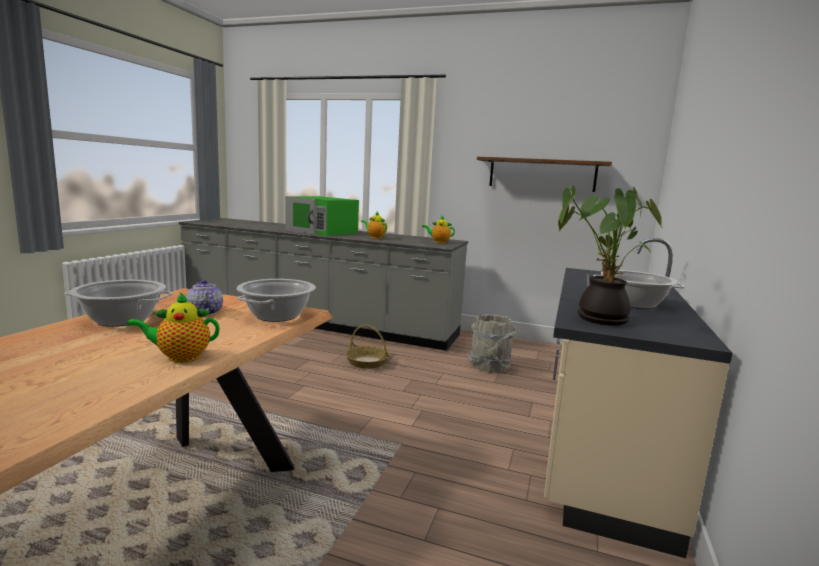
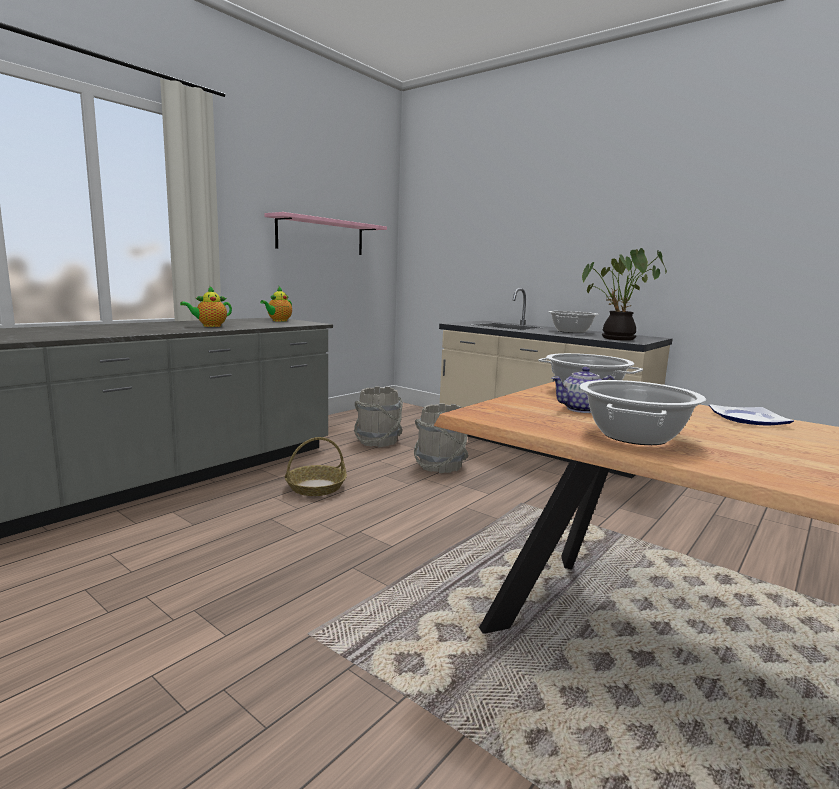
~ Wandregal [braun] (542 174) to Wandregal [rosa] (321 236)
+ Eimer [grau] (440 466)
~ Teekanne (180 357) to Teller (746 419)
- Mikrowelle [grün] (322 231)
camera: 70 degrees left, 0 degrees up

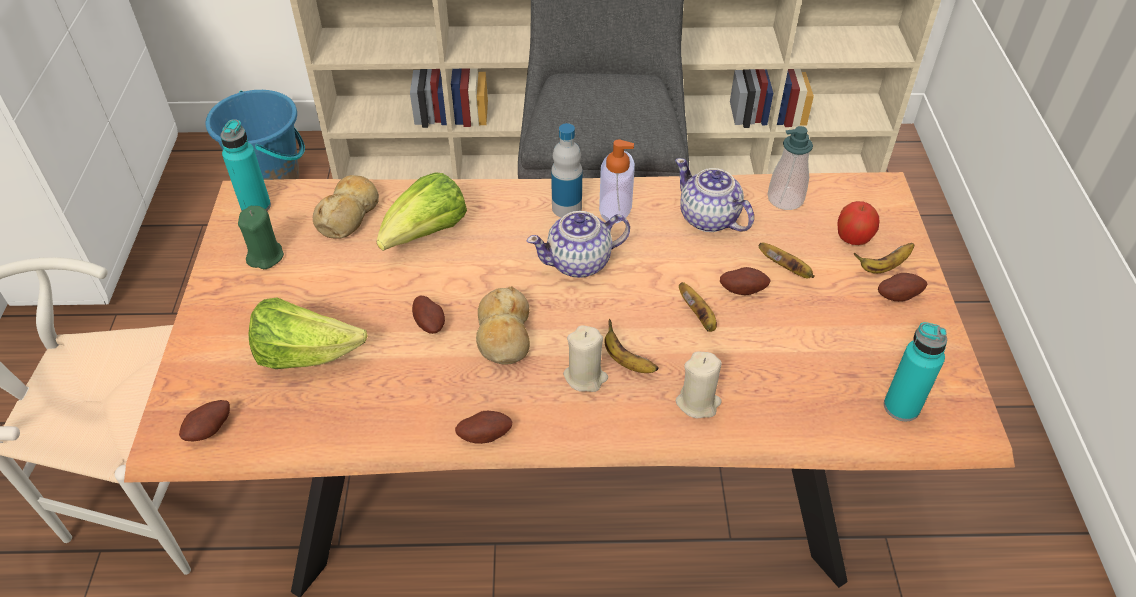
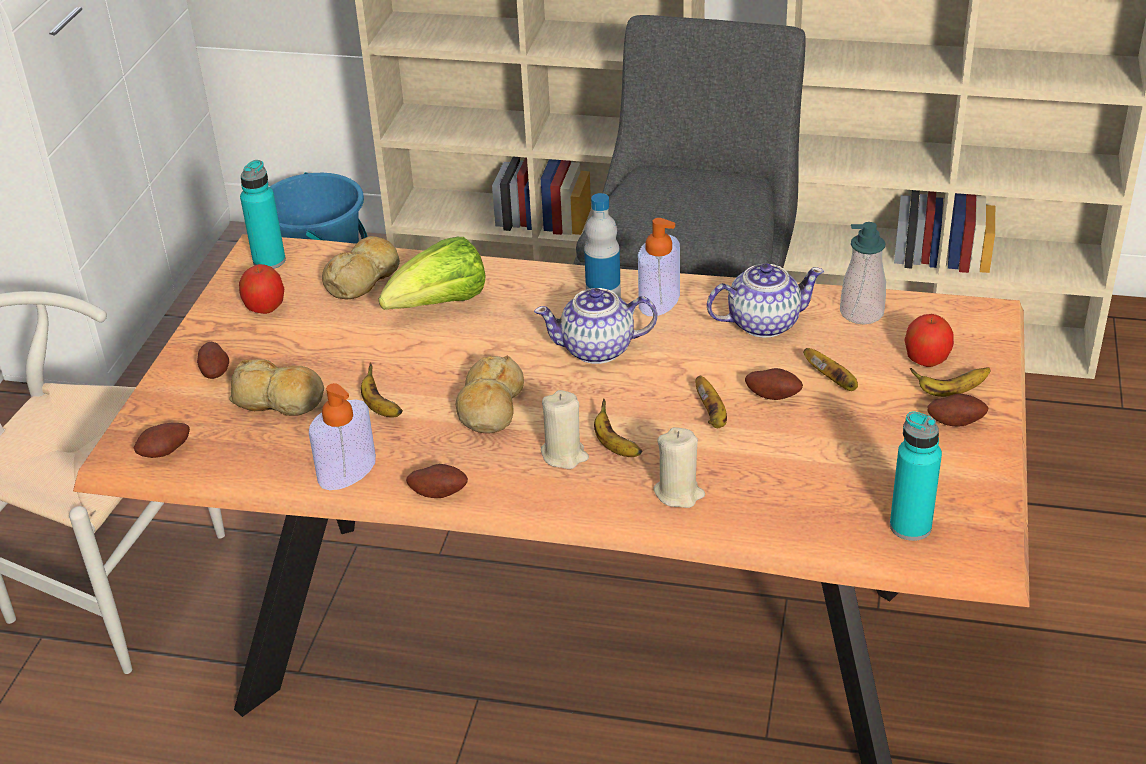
~ Kartoffel (430 323) to (216 372)
~ Salatkopf (306 355) to Brot (279 400)
~ Kerze [grün] (265 256) to Apfel (265 308)
+ Seifenspender (347 471)
+ Banane (380 408)
~ Teekanne (709 219) = (762 323) 105 degrees clockwise
camera: 15 degrees right, 10 degrees down

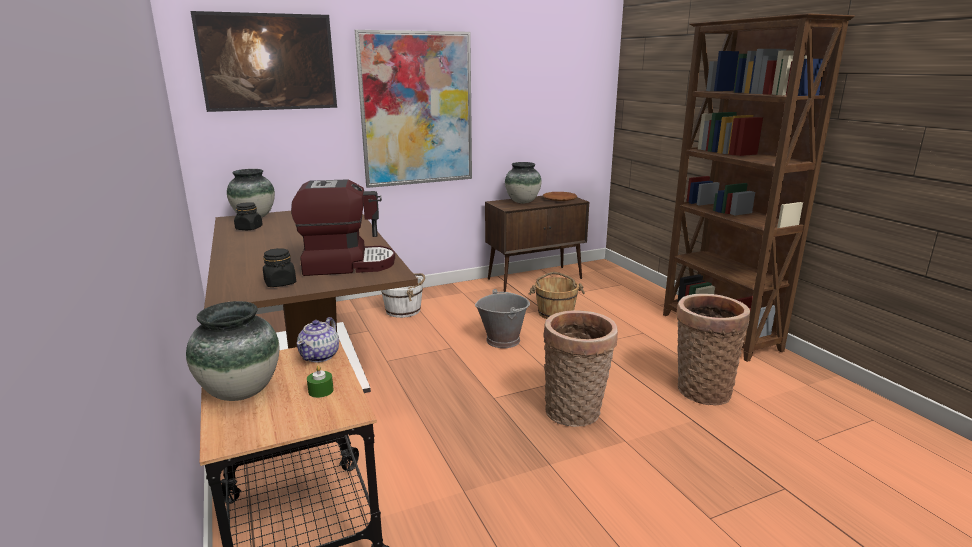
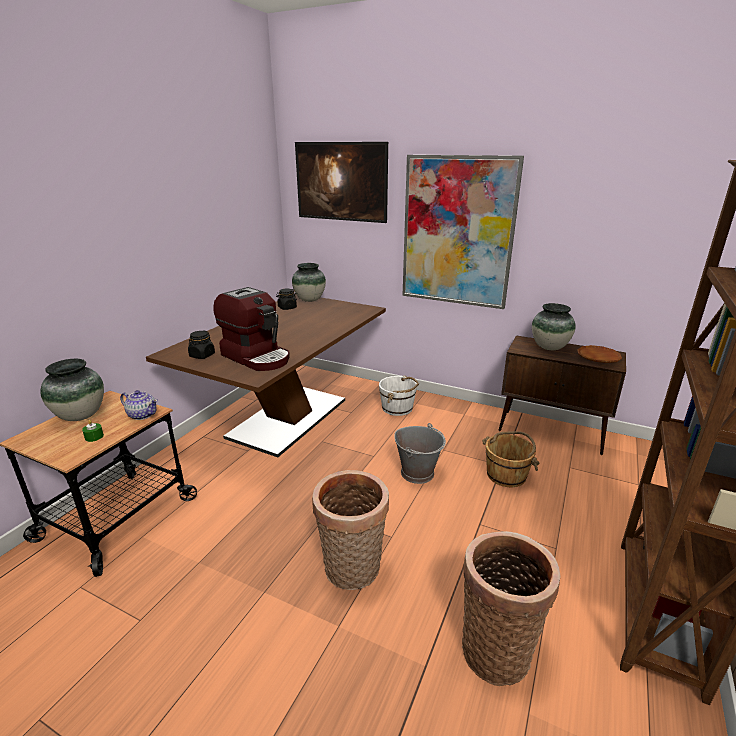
~ Teekanne (320 356) = (142 415) 135 degrees counterclockwise
camera: 50 degrees right, 5 degrees up

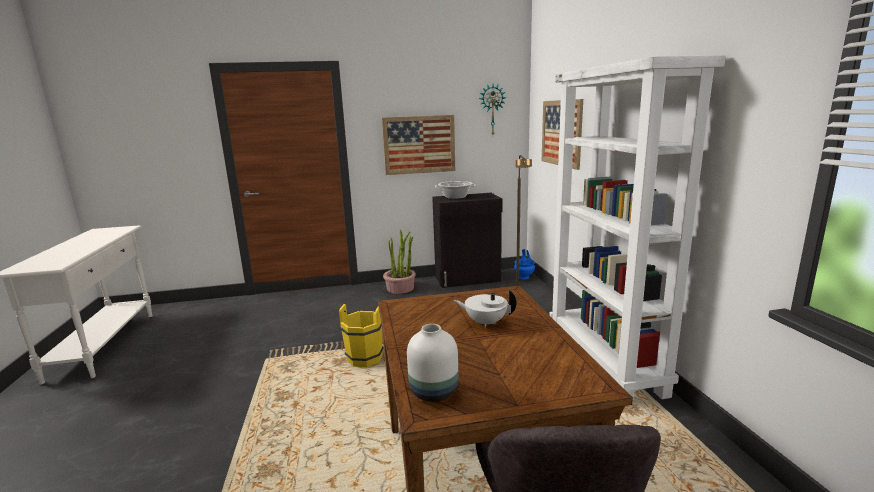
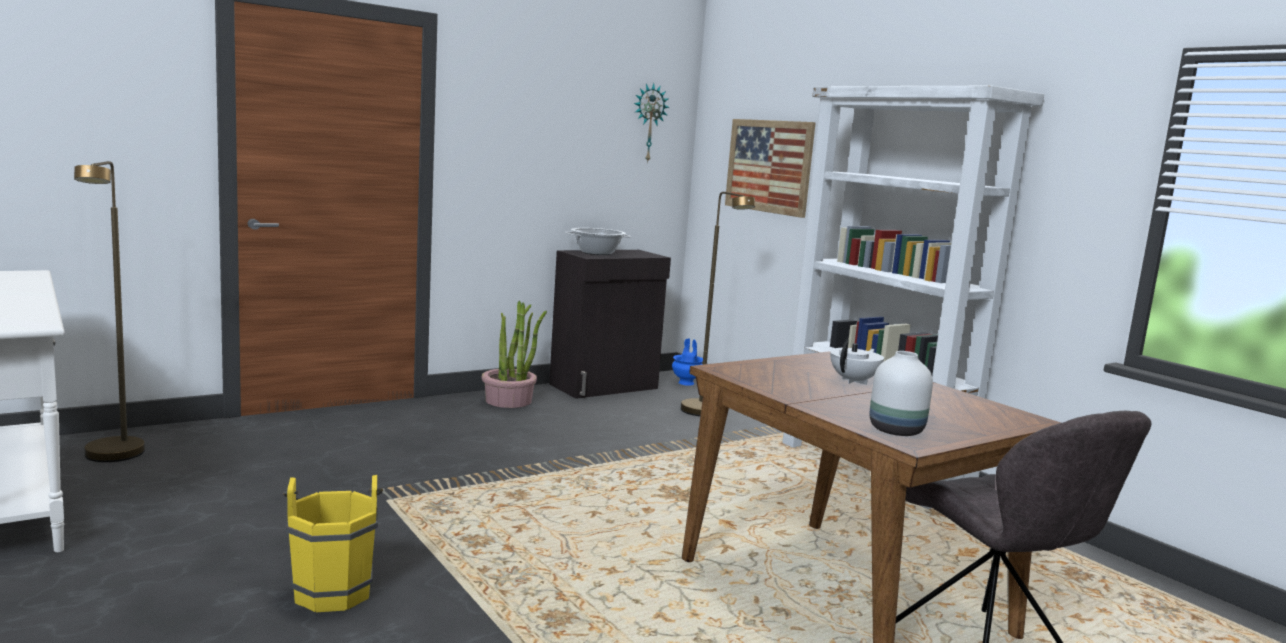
+ Stehlampe [braun] (113 458)
~ Eimer [gelb] (366 357) to (333 590)
~ Teekanne [weiß] (485 322) = (854 381) 135 degrees clockwise
- Bild (419 144)
camera: 25 degrees left, 5 degrees down

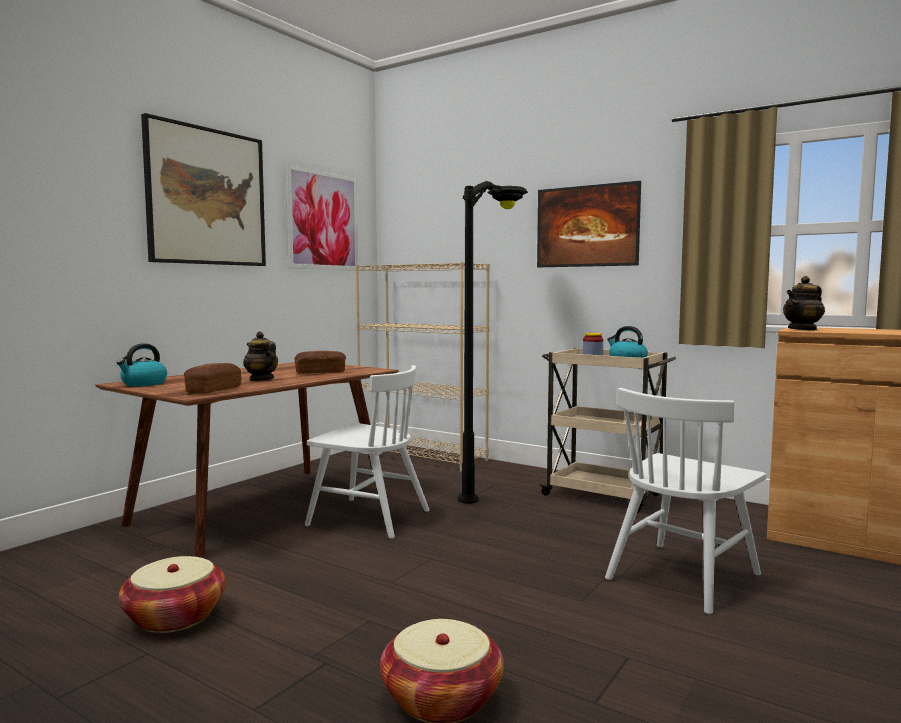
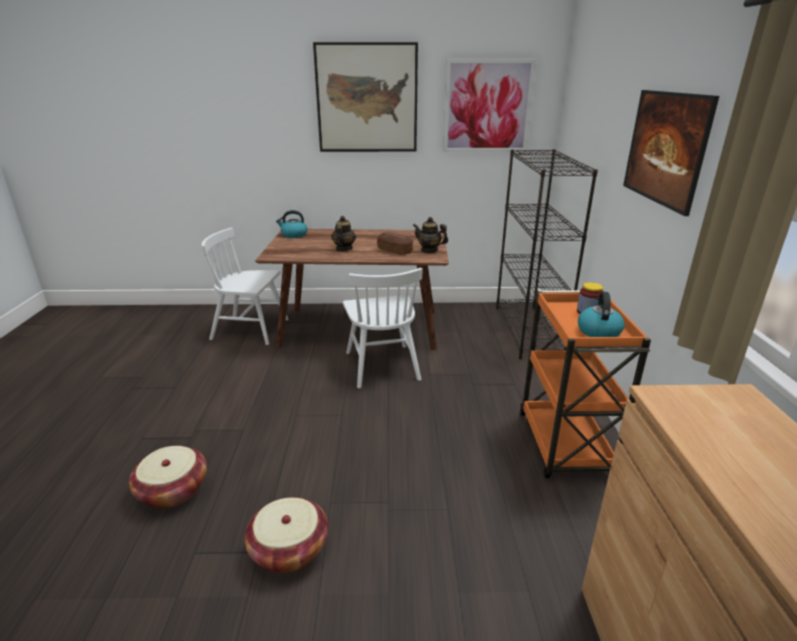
~ Stuhl [weiß] (682 576) to (251 329)
~ Korb (174 617) to (289 549)
~ Teekanne (803 329) to (429 250)
~ Bücherregal [beige] (423 456) to Bücherregal [schwarz] (528 331)
~ Rollwagen [beige] (604 496) to Rollwagen [orange] (564 445)
- Brot (214 390)
- Stehlampe [schwarz] (495 483)
camera: 55 degrees right, 20 degrees up

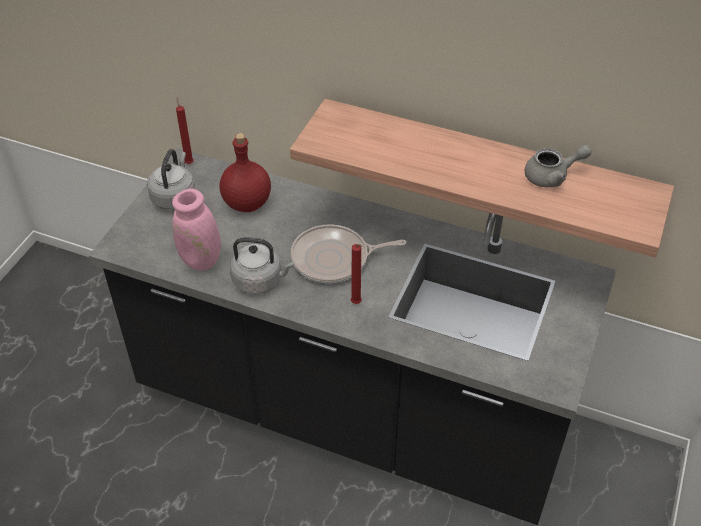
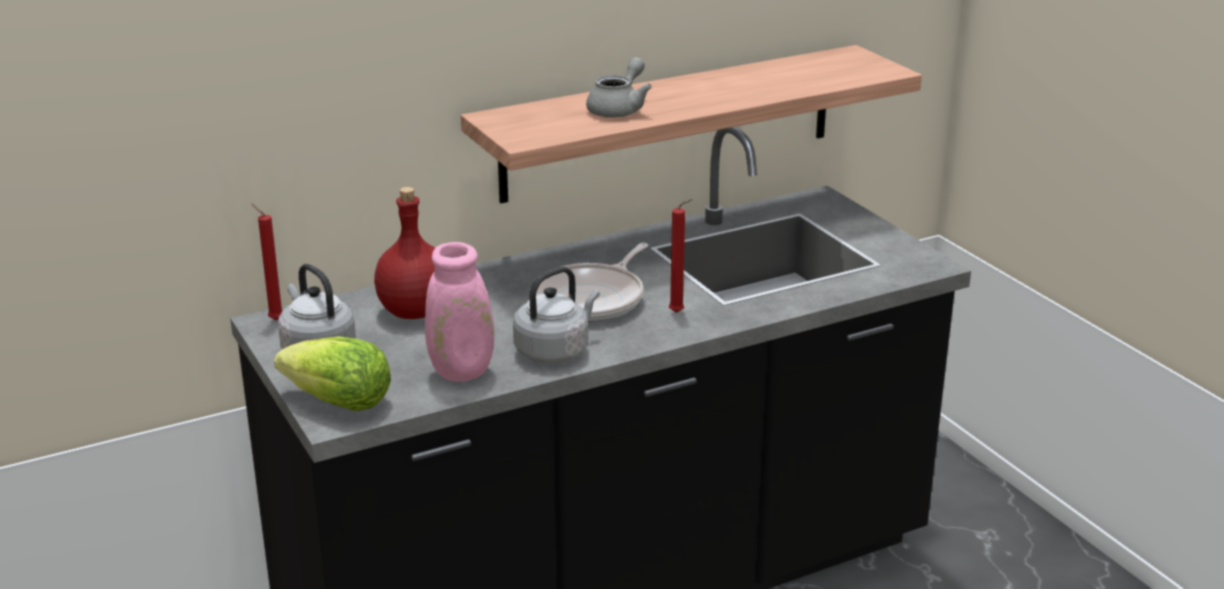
+ Salatkopf (339 403)
~ Teekanne [grau] (552 176) to (619 109)
camera: 50 degrees left, 20 degrees down

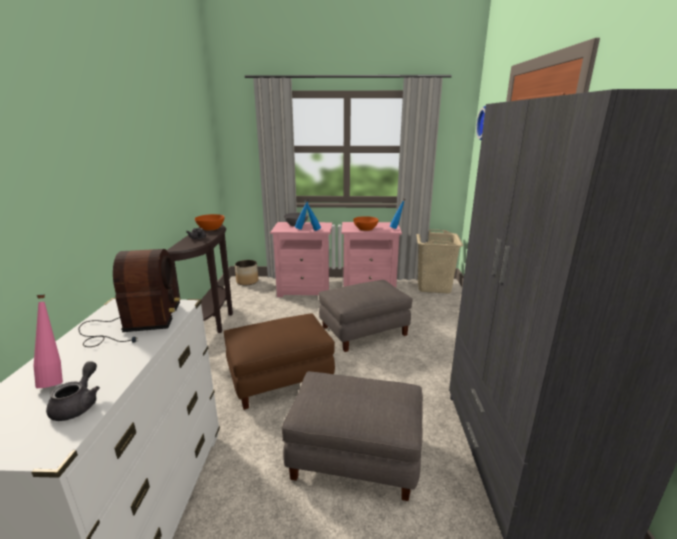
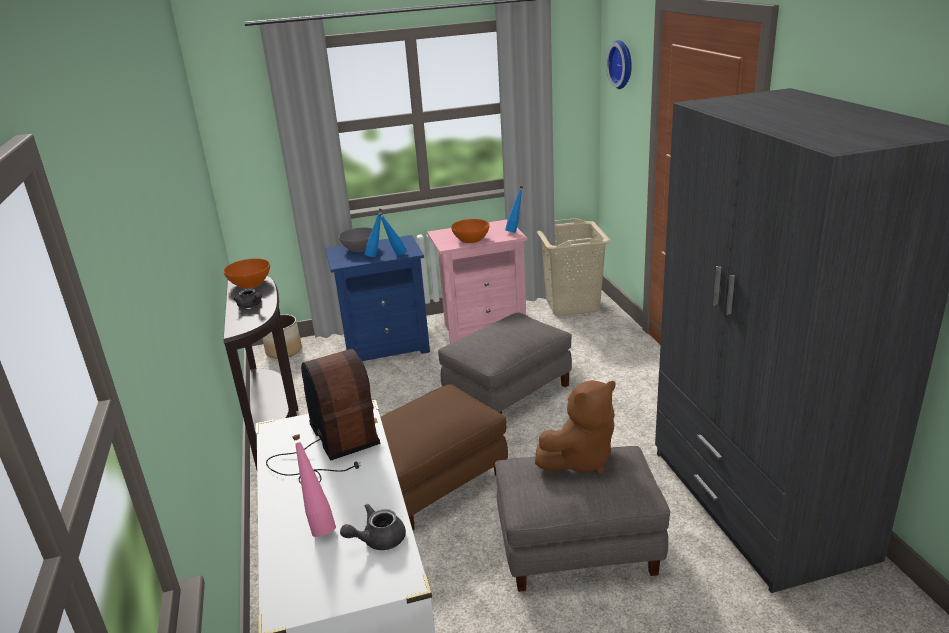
~ Nachttisch [rosa] (305 290) to Nachttisch [blau] (386 347)
~ Teekanne [grau] (79 404) = (377 540) 105 degrees counterclockwise
+ Plüschtier [braun] (580 459)
camera: 15 degrees left, 5 degrees up

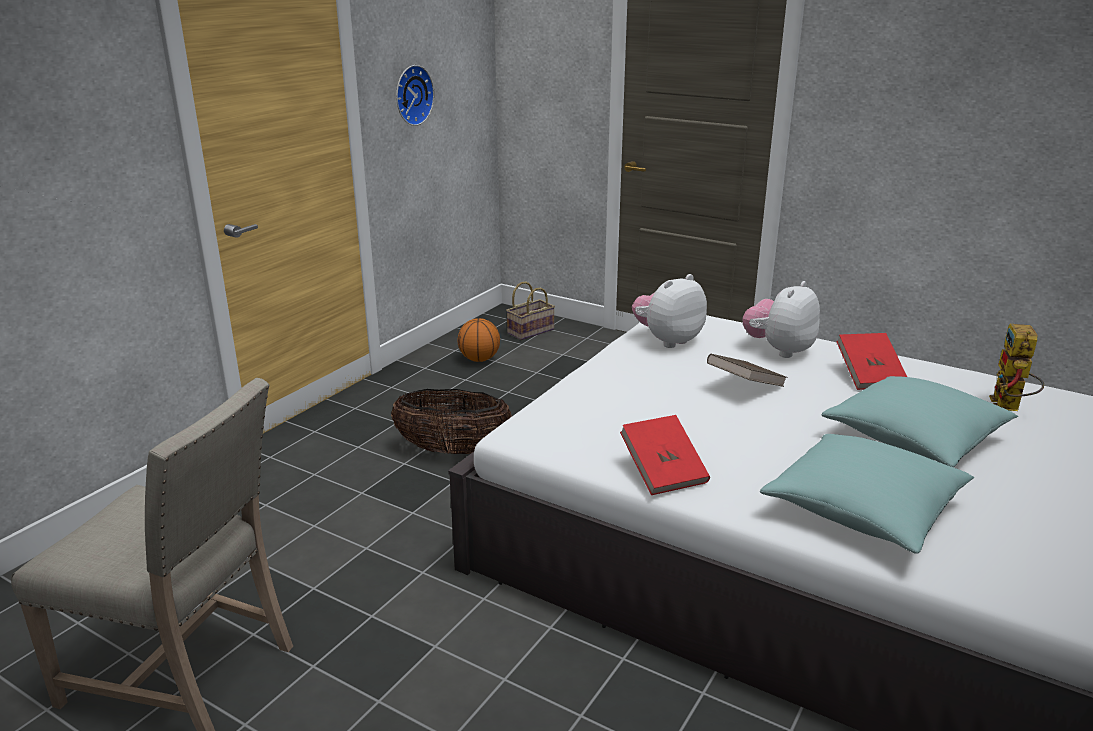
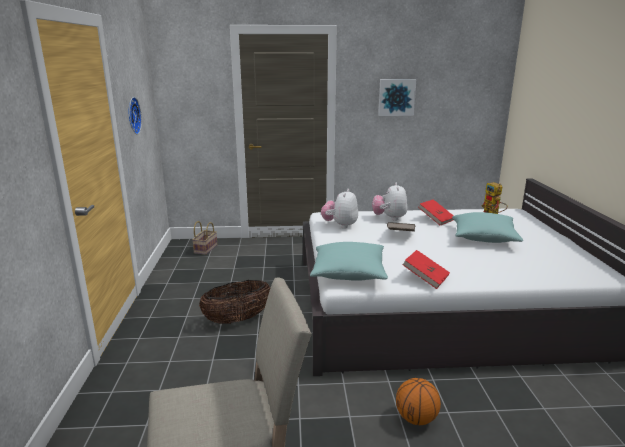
~ Kissen [türkis] (863 510) to (348 273)
+ Bild (396 97)
~ Basketball (479 359) to (416 418)
camera: 35 degrees left, 5 degrees down

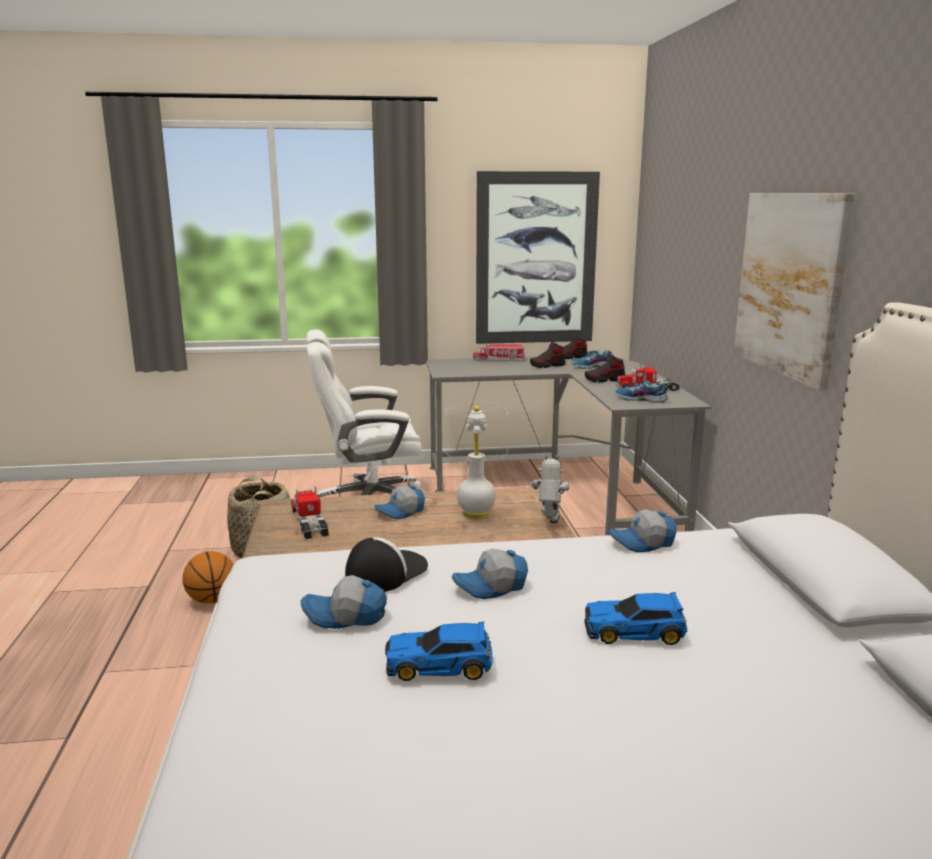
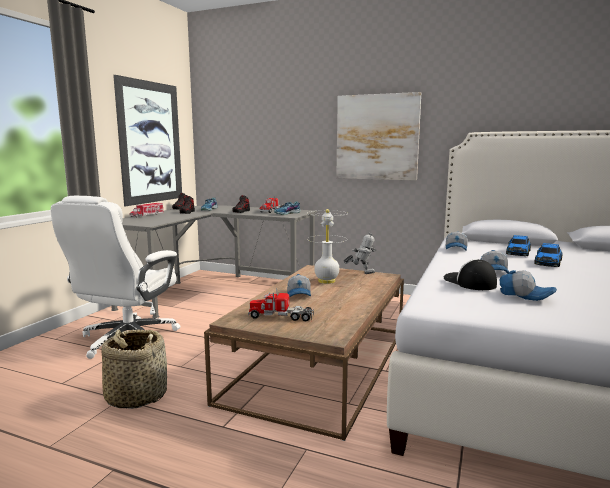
~ Spielzeugroboter (549 525) = (361 273) 135 degrees clockwise
~ Kappe (345 616) = (525 295) 90 degrees counterclockwise
~ Spielzeugauto (441 665) to (518 252)
- Basketball (212 600)
camera: 60 degrees left, 5 degrees down

